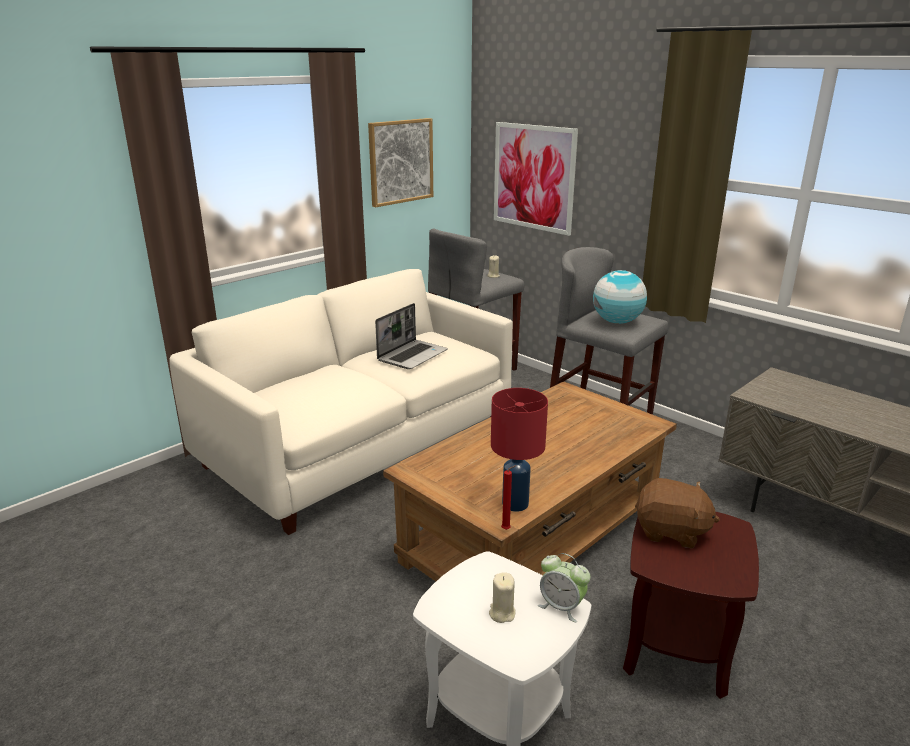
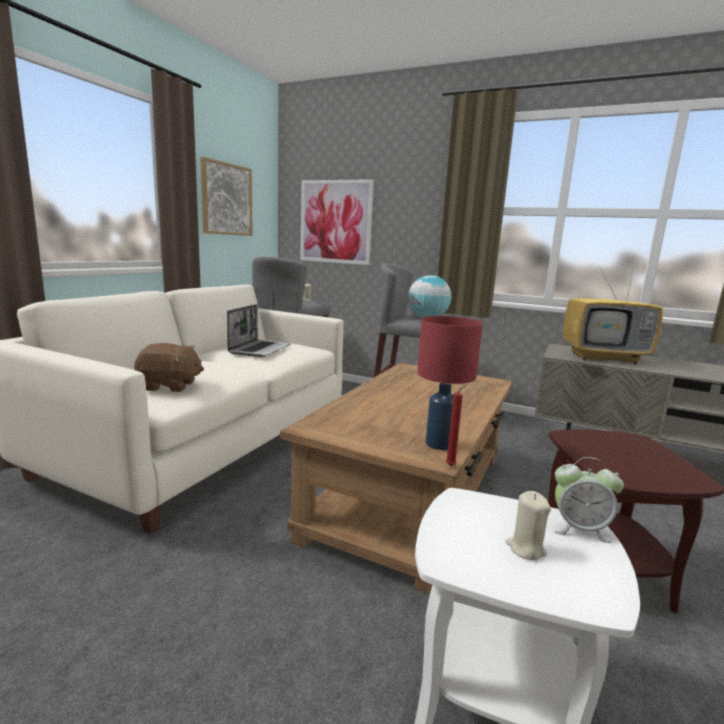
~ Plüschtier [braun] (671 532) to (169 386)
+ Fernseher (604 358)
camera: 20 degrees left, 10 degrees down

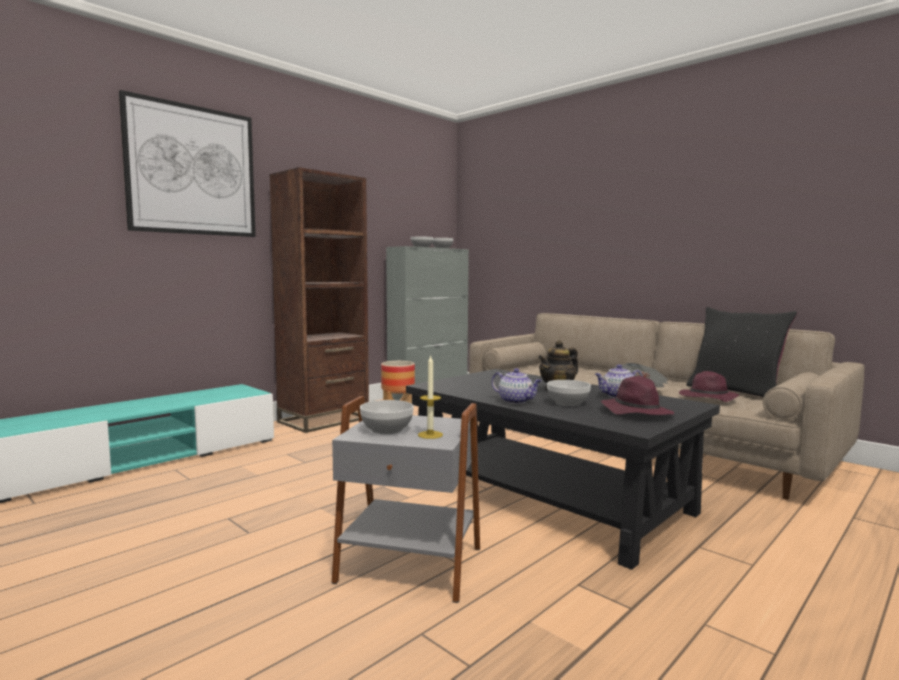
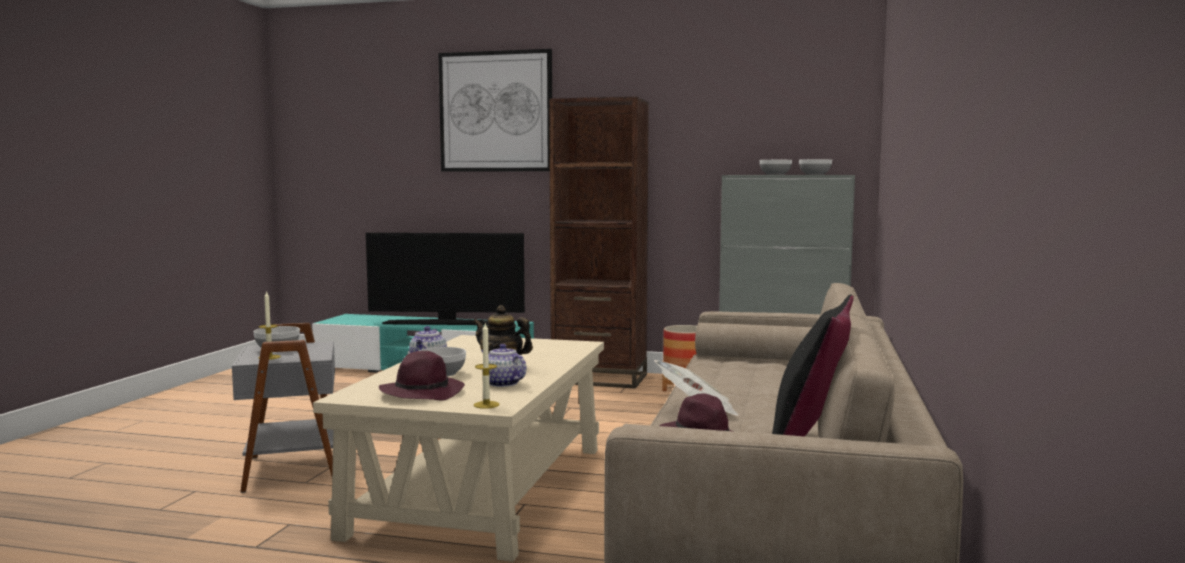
~ Couchtisch [schwarz] (550 497) to Couchtisch [beige] (483 489)
+ Fernseher (448 323)
+ Kerze (486 405)
camera: 60 degrees right, 0 degrees up

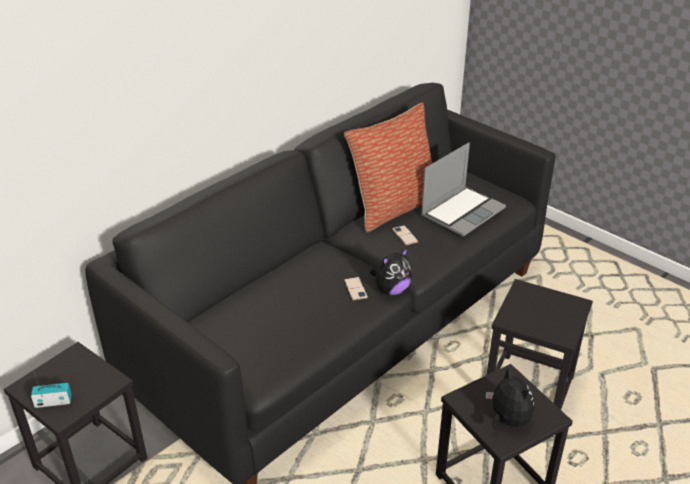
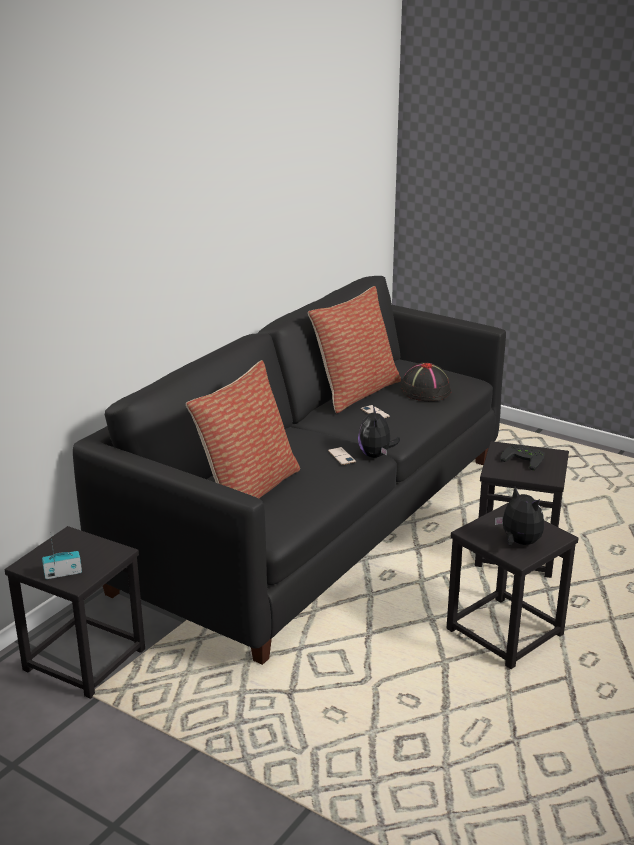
+ Kissen (248 490)
~ Plüschtier (391 290) = (376 455) 135 degrees clockwise
~ Laptop (462 212) to Hut [schwarz] (425 391)
+ Gamepad [schwarz] (524 459)
camera: 10 degrees left, 10 degrees down

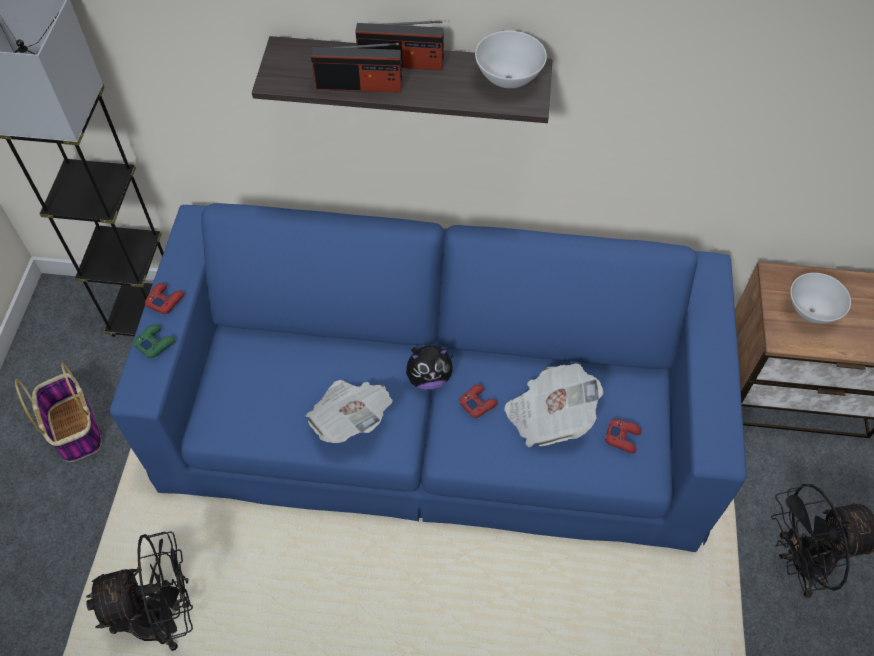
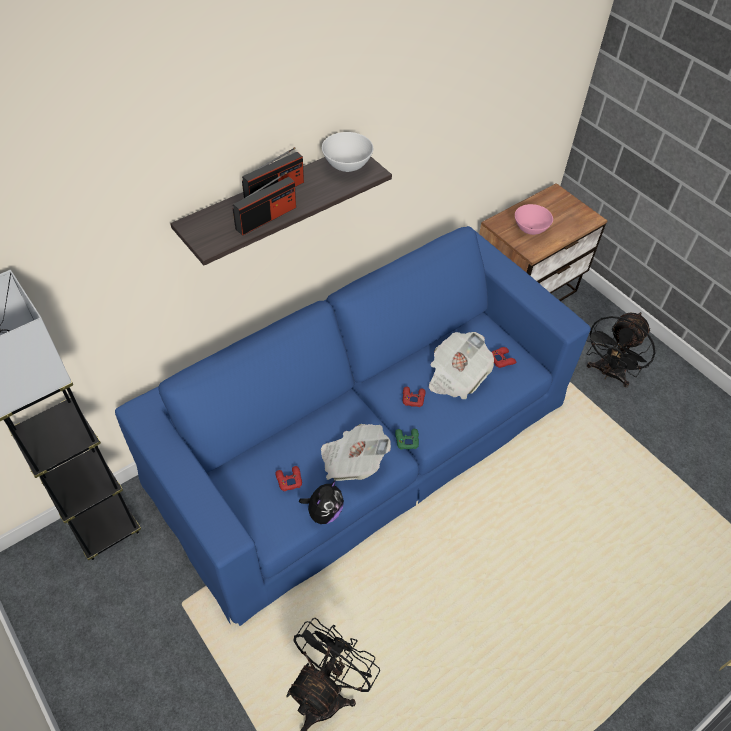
~ Gamepad [rot] (165 300) to (289 479)
~ Plüschtier (429 378) to (324 512)
~ Gamepad [grün] (155 343) to (406 440)
~ Schüssel [weiß] (811 311) to Schüssel [rosa] (530 230)
- Korb (74 428)
camera: 45 degrees left, 5 degrees down

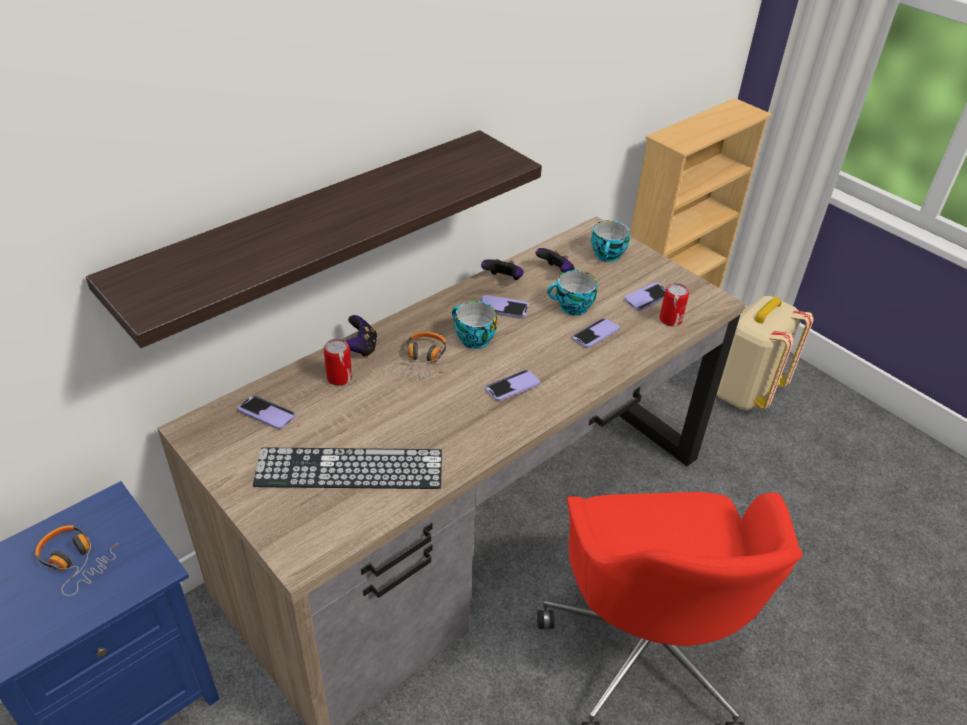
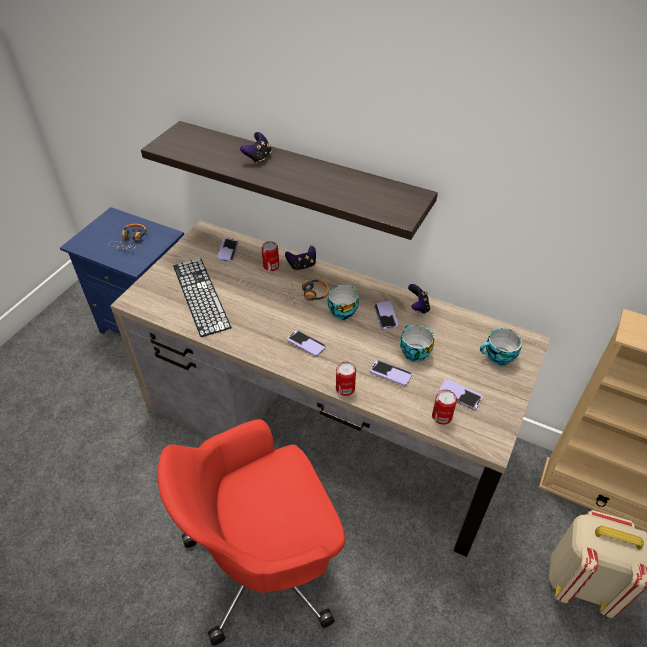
~ Gamepad (556 272) to (258 157)
+ Dose (345 388)
camera: 70 degrees right, 5 degrees up

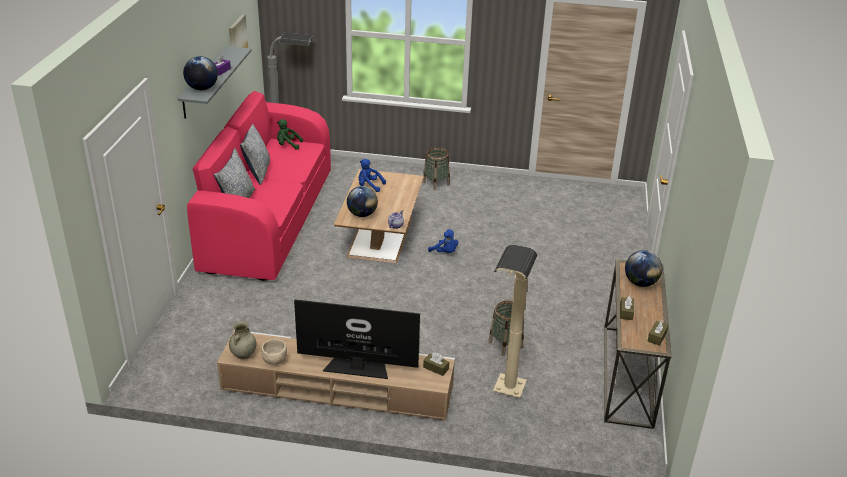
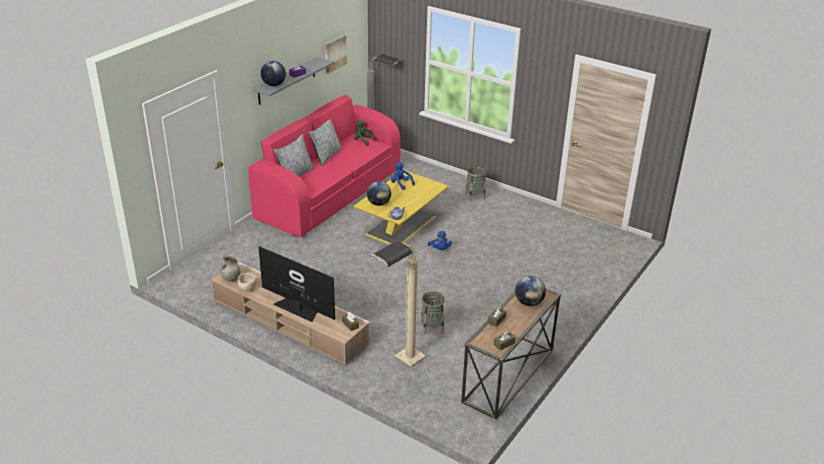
~ Couchtisch [braun] (380 235) to Couchtisch [gelb] (401 224)
camera: 25 degrees right, 0 degrees up

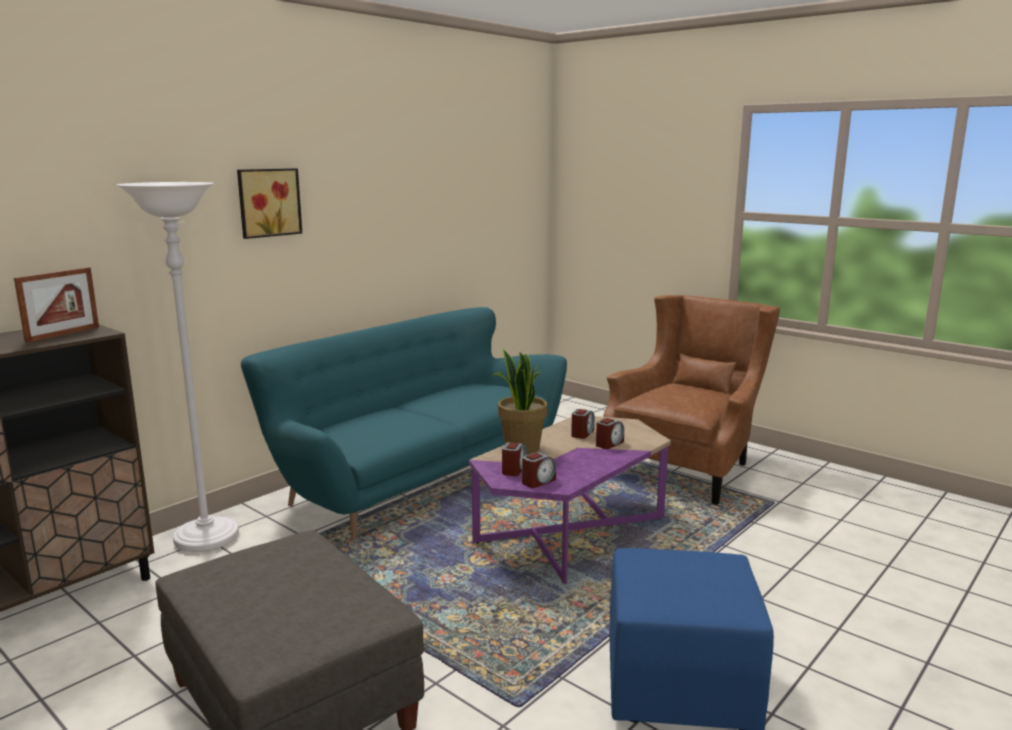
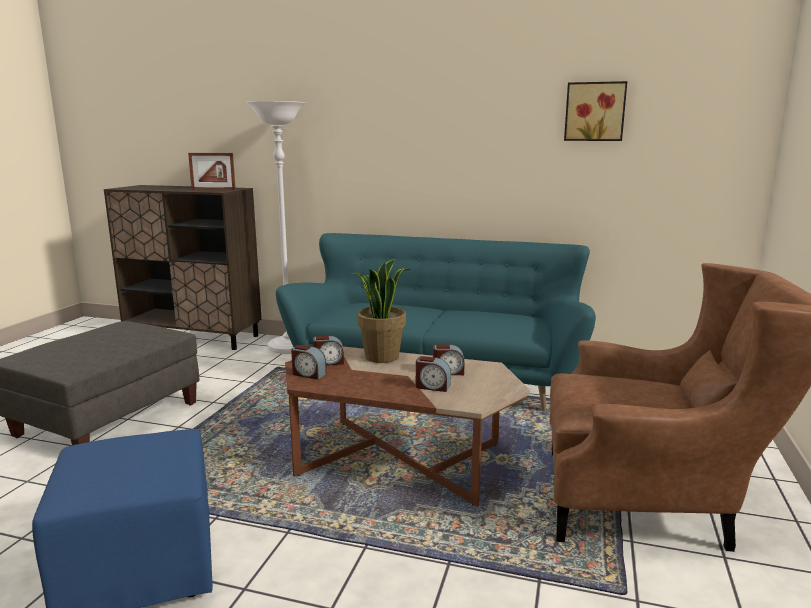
~ Couchtisch [lila] (570 531) to Couchtisch [braun] (400 460)
~ Bild (268 202) to (594 111)
camera: 65 degrees right, 0 degrees up

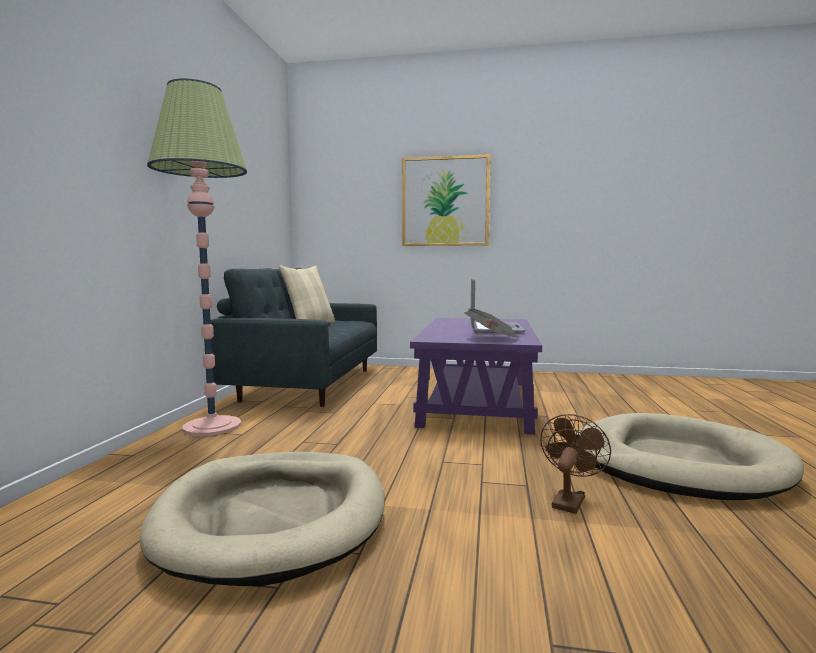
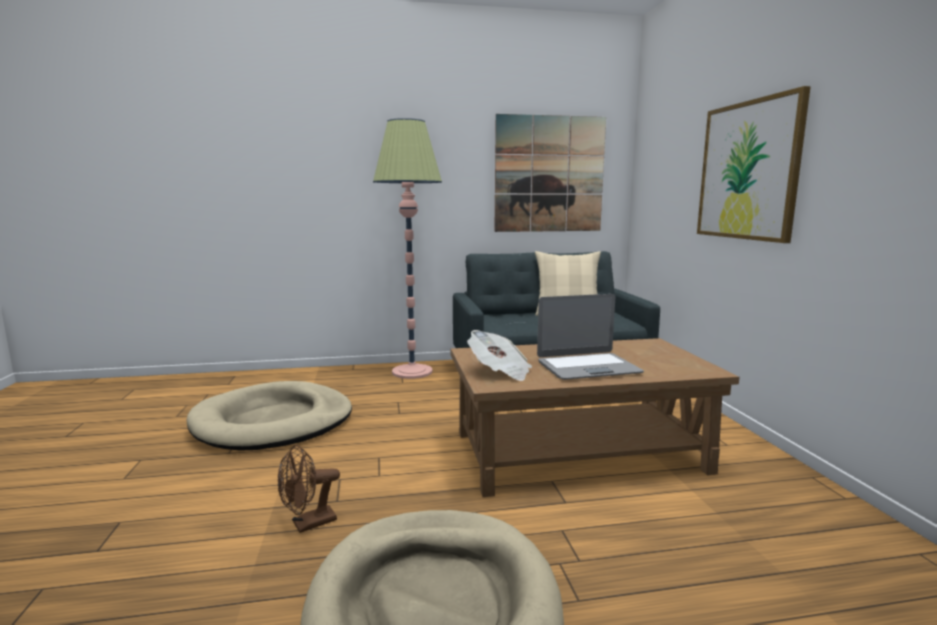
~ Ventilator [braun] (569 500) = (308 524) 135 degrees clockwise
~ Couchtisch [lila] (476 402) to Couchtisch [braun] (578 451)
+ Bild (549 174)
camera: 70 degrees right, 5 degrees up

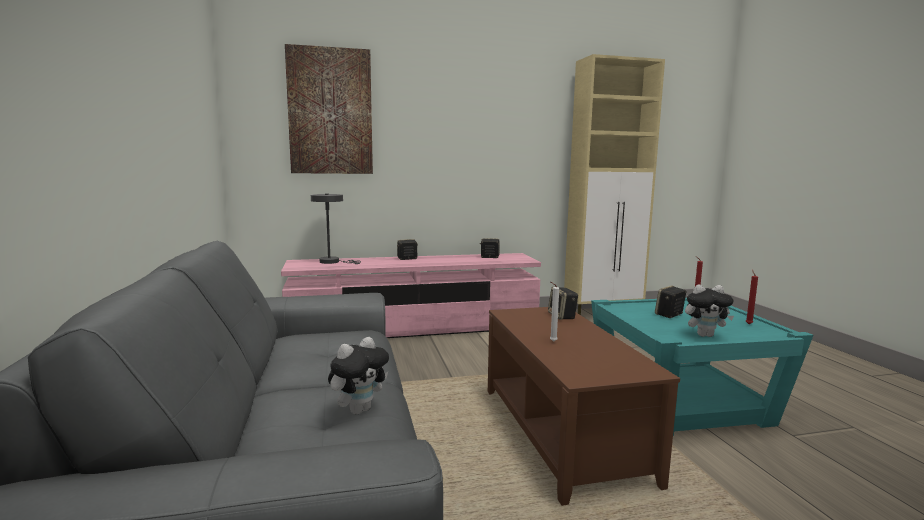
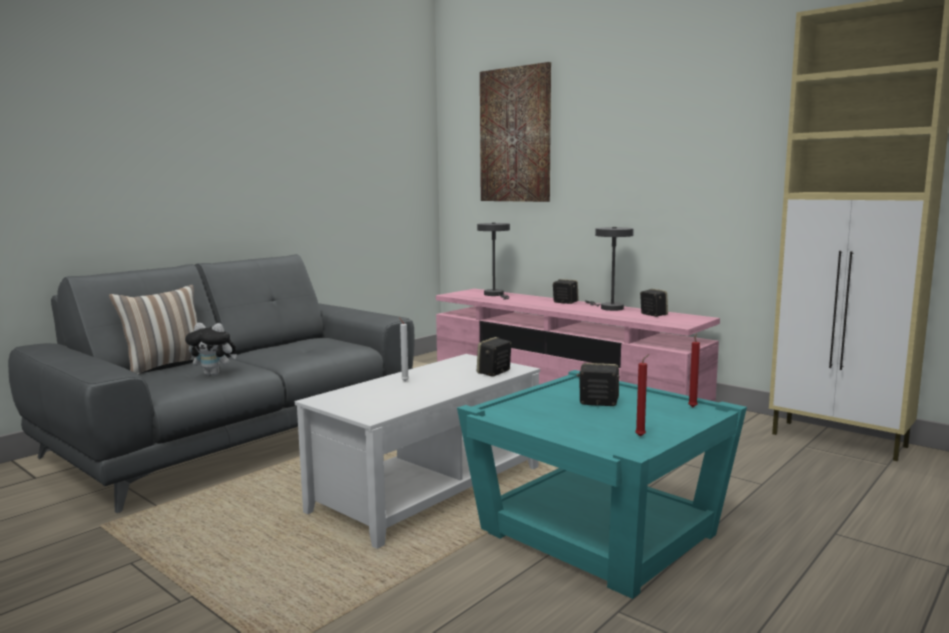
+ Kissen (165 365)
~ Couchtisch [braun] (561 432) to Couchtisch [weiß] (429 489)
+ Tischlampe [grau] (608 308)
- Plüschtier (705 335)
camera: 55 degrees right, 0 degrees up

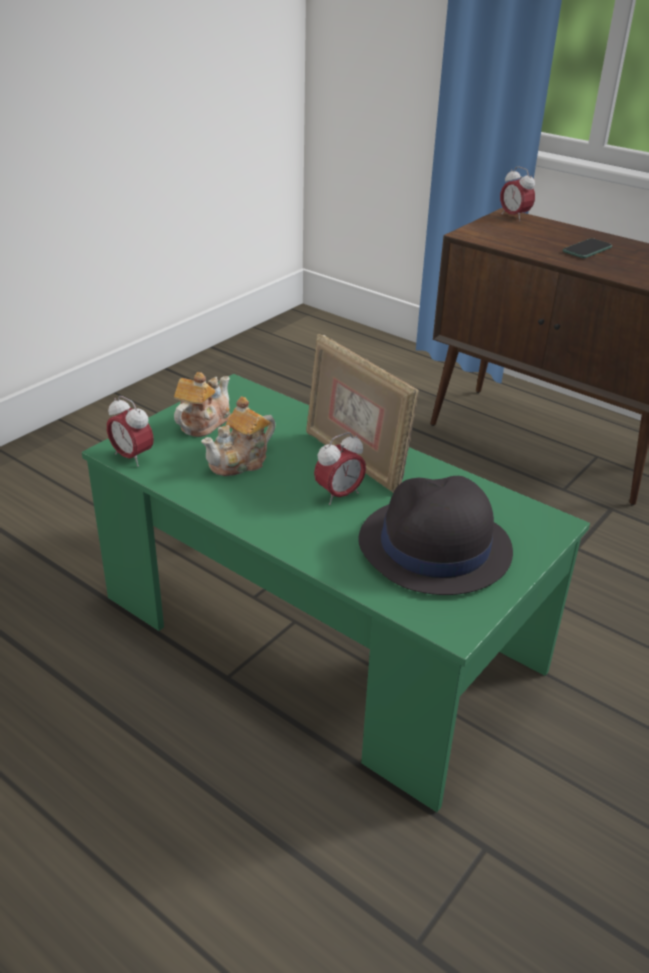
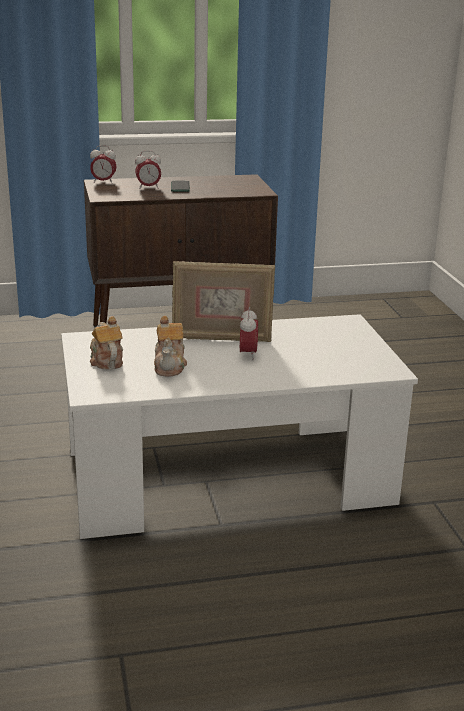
~ Couchtisch [grün] (319 633) to Couchtisch [weiß] (228 478)
~ Wecker (132 457) to (148 187)
- Hut [schwarz] (434 548)
camera: 50 degrees left, 10 degrees down

